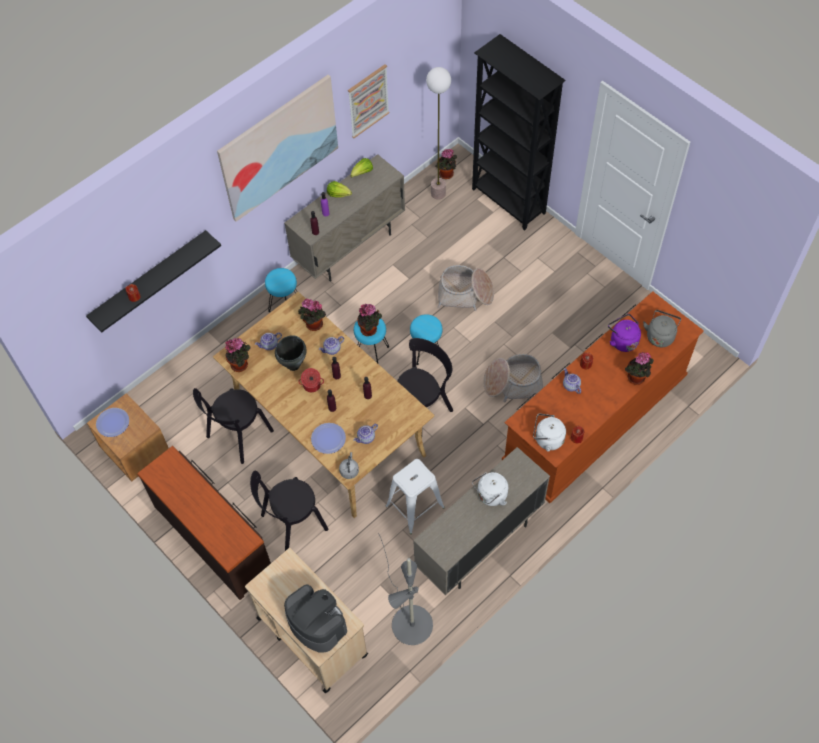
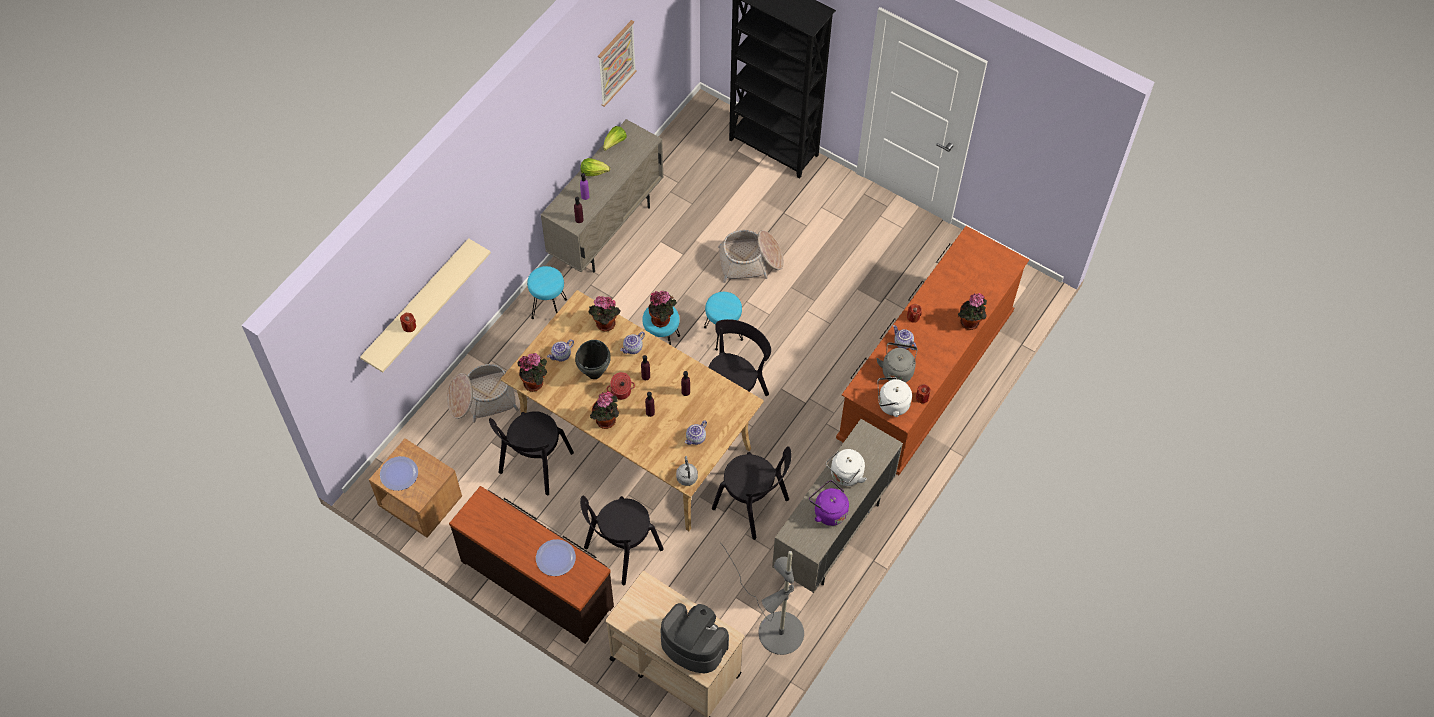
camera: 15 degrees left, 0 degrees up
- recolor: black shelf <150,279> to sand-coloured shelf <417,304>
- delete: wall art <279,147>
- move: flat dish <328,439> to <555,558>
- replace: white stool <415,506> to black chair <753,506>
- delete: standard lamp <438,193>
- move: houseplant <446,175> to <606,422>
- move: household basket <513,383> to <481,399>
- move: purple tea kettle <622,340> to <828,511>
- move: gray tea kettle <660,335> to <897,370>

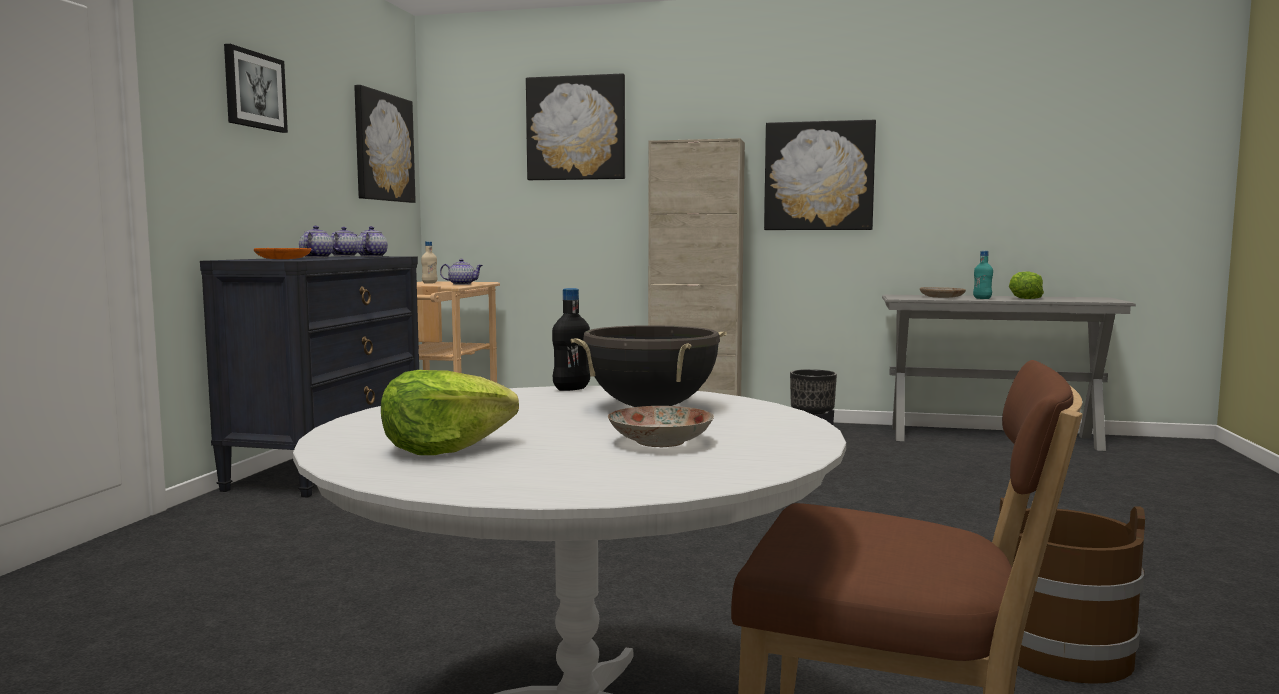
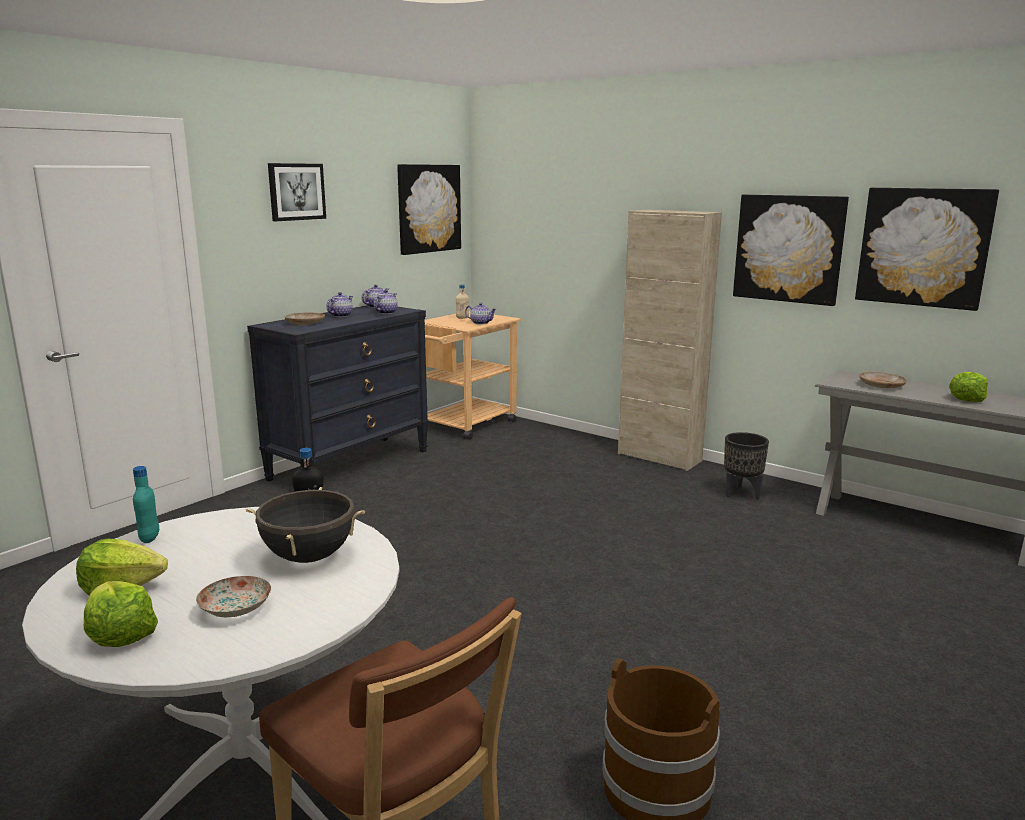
camera: 25 degrees right, 10 degrees up
- recolor: orange flat dish <283,259> to sand-coloured flat dish <305,323>
- move: wall art <576,128> to <923,247>
- move: turquoise drink bottle <982,298> to <149,538>
- insert: head of lettuce <120,634>

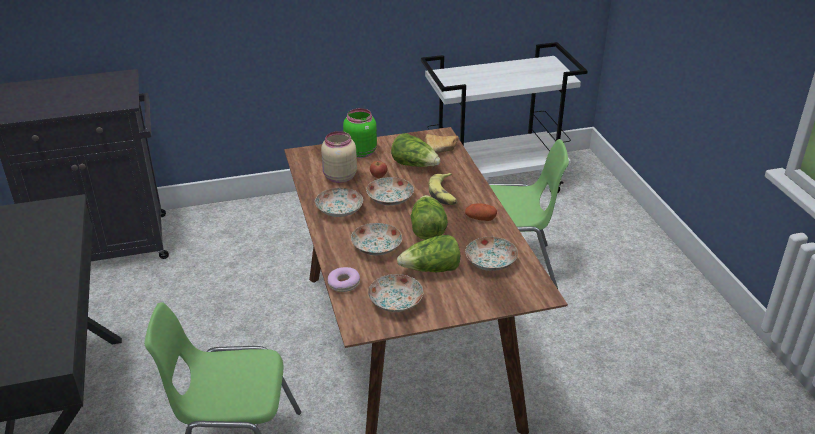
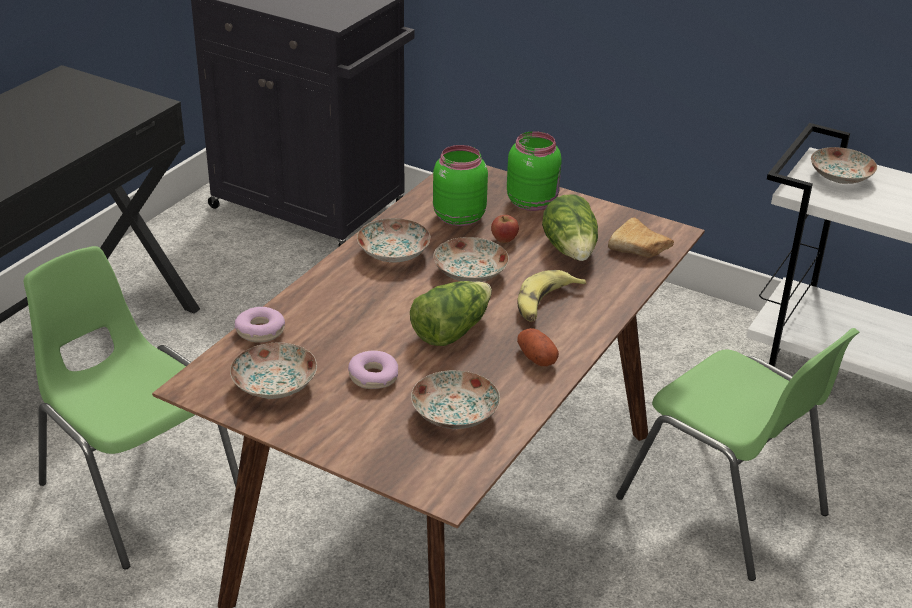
camera: 45 degrees right, 0 degrees up
- recolor: sand-coloured storage jar <339,177> to green-coloured storage jar <457,217>
- move: flat dish <376,248> to <839,176>
- replace: head of lettuce <431,270> to ring doughnut <373,377>

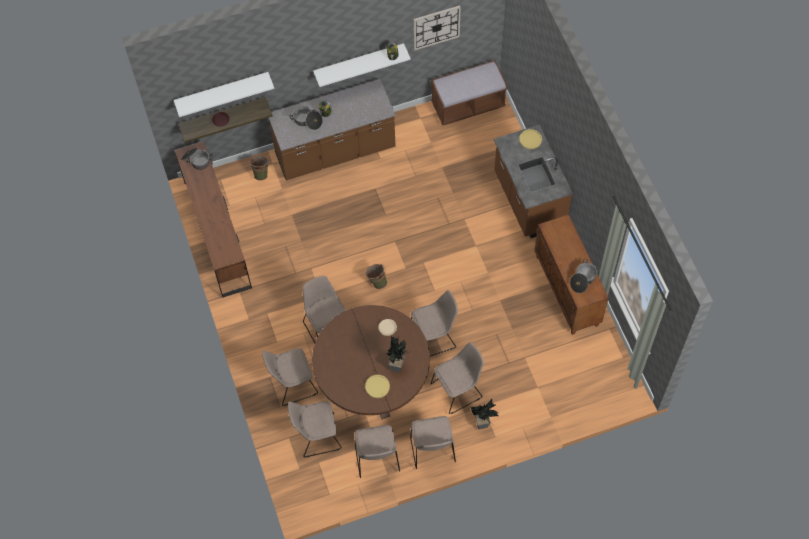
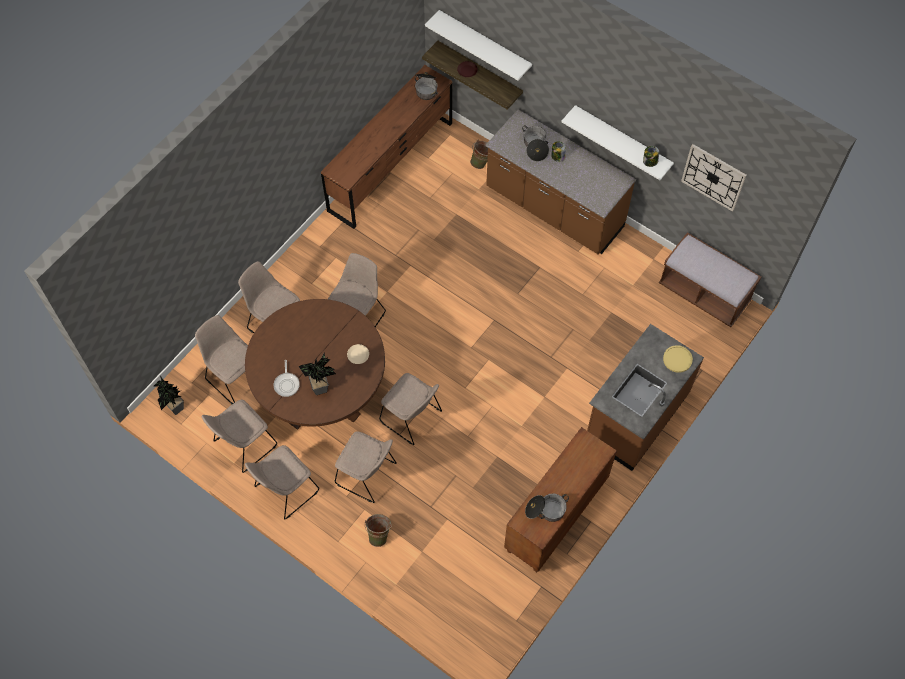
camera: 55 degrees right, 0 degrees up
- move: green-coloured water bucket <377,281> to <379,534>
- replace: yellowish flat dish <377,386> to skillet <287,384>
- move: houseplant <484,424> to <176,410>

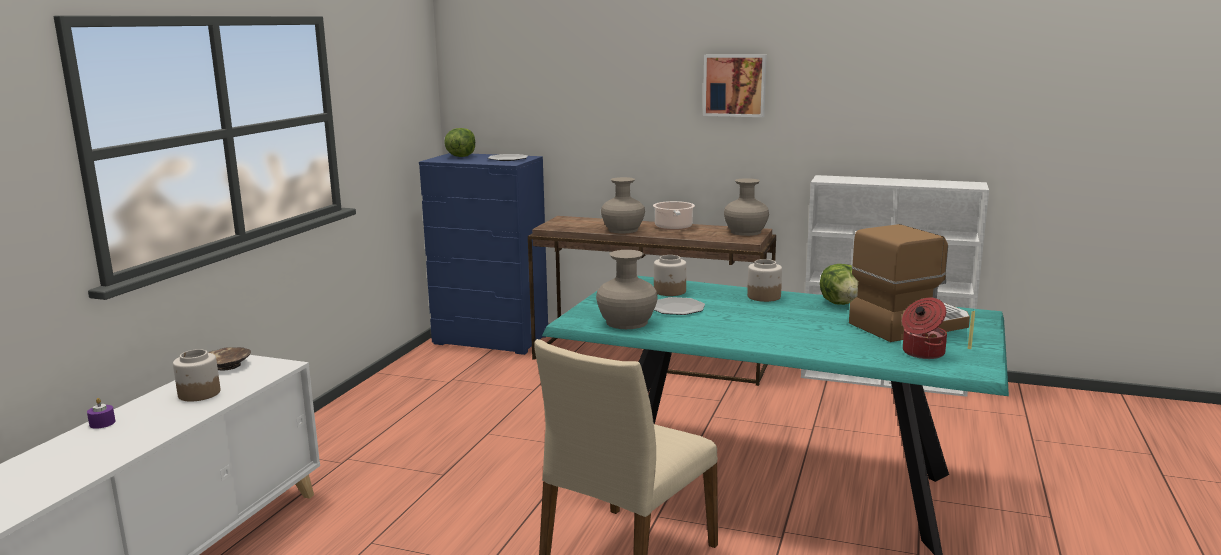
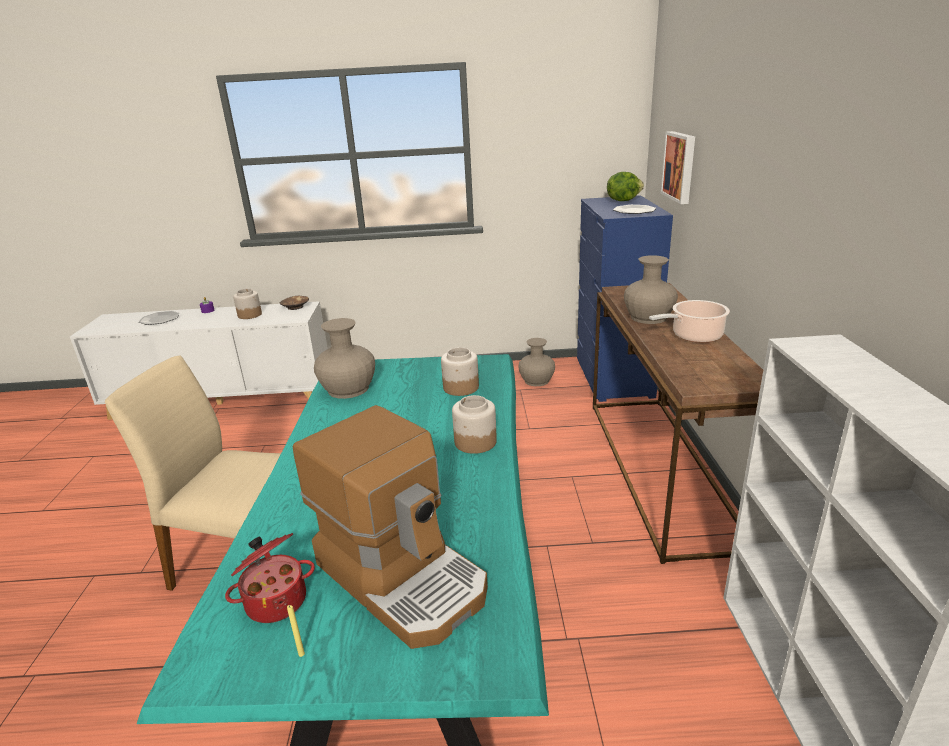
camera: 70 degrees right, 10 degrees up
- move: flat dish <677,308> to <160,319>
- move: wall art <735,85> to <680,166>
- move: sand-coloured vase <745,232> to <536,380>
- delete: head of lettuce <842,303>

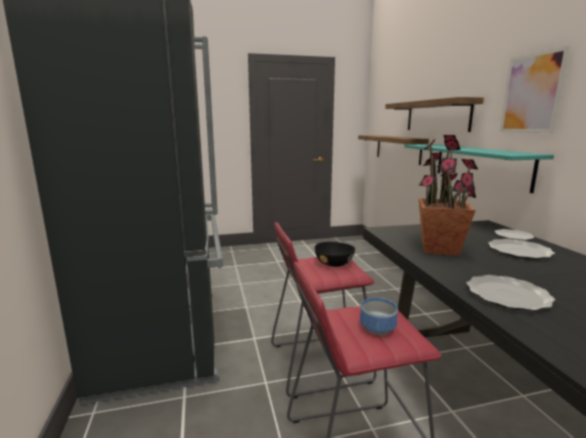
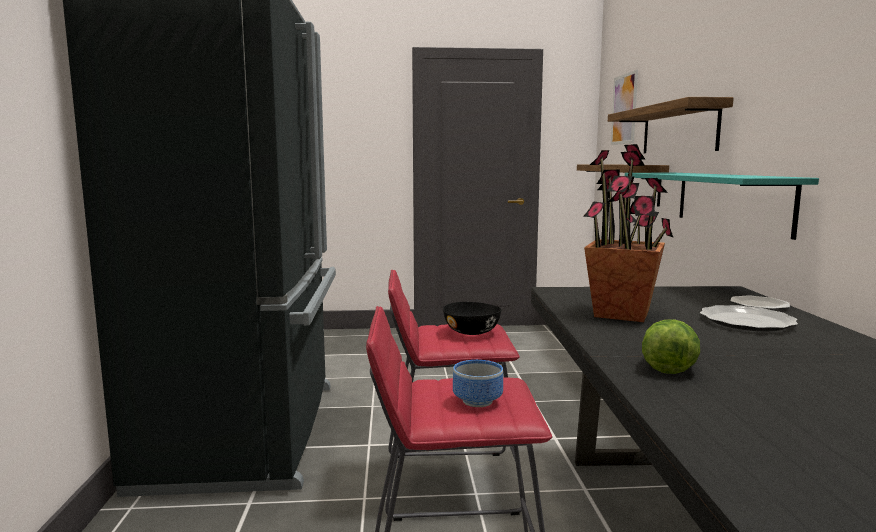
camera: 10 degrees right, 5 degrees down
- replace: flat dish <507,295> to head of lettuce <668,365>
- move: wall art <531,93> to <624,109>

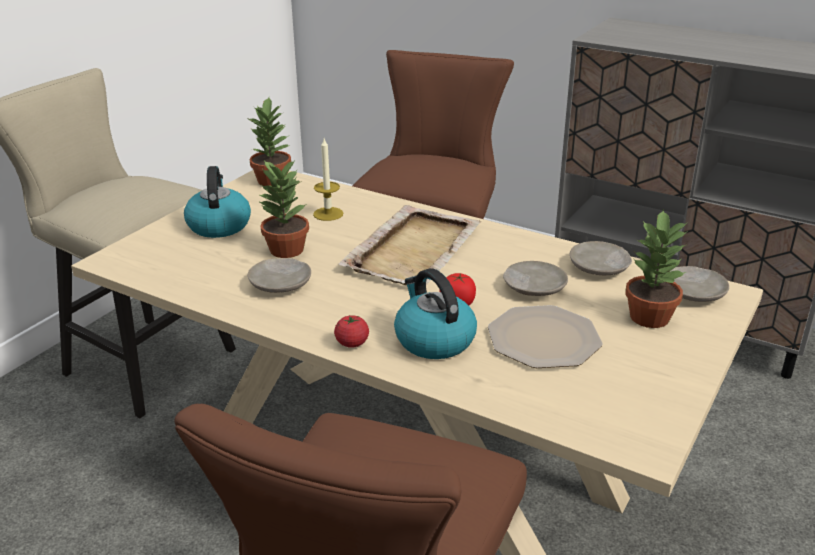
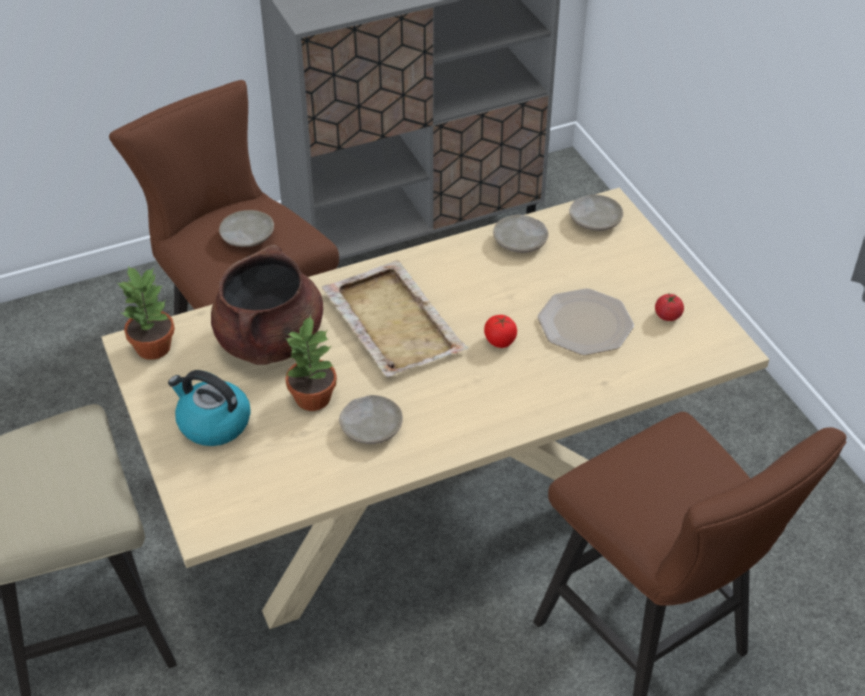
camera: 55 degrees left, 15 degrees up
- replace: candle <328,214> to brownish cooking pot <270,341>
- move: tomato <352,343> to <667,316>
- delete: tea kettle <433,340>
- move: sand-coloured flat dish <534,287> to <247,236>
- delete: houseplant <650,317>

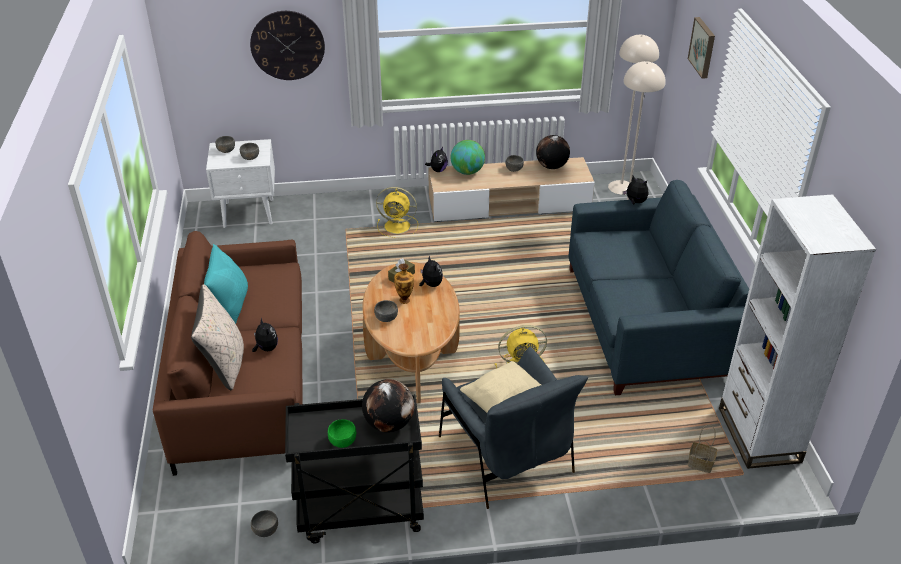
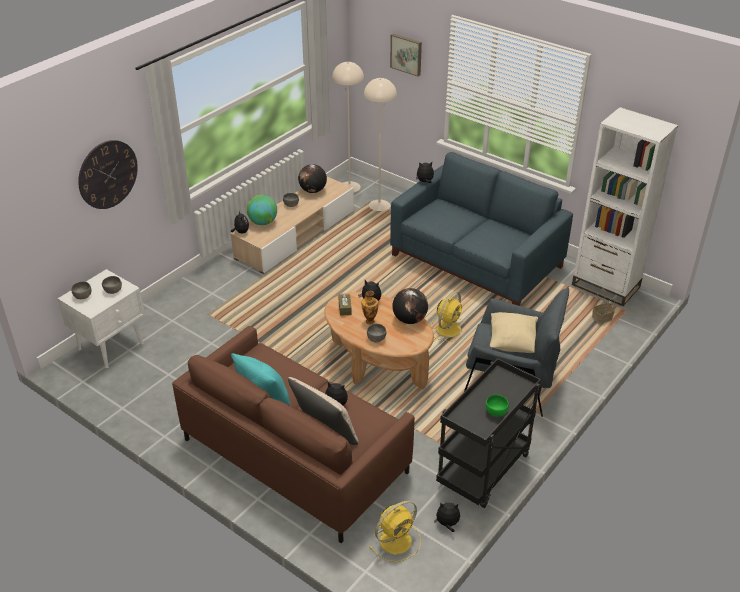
camera: 45 degrees left, 0 degrees up
- replace: gray serving bowl <265,530> to cuddly toy <447,524>
- move: world globe <389,423> to <409,319>
- move: yellowish electric fan <398,226> to <396,540>

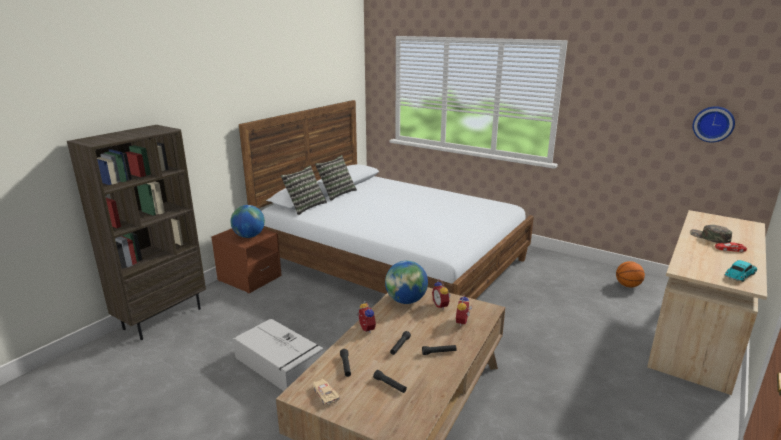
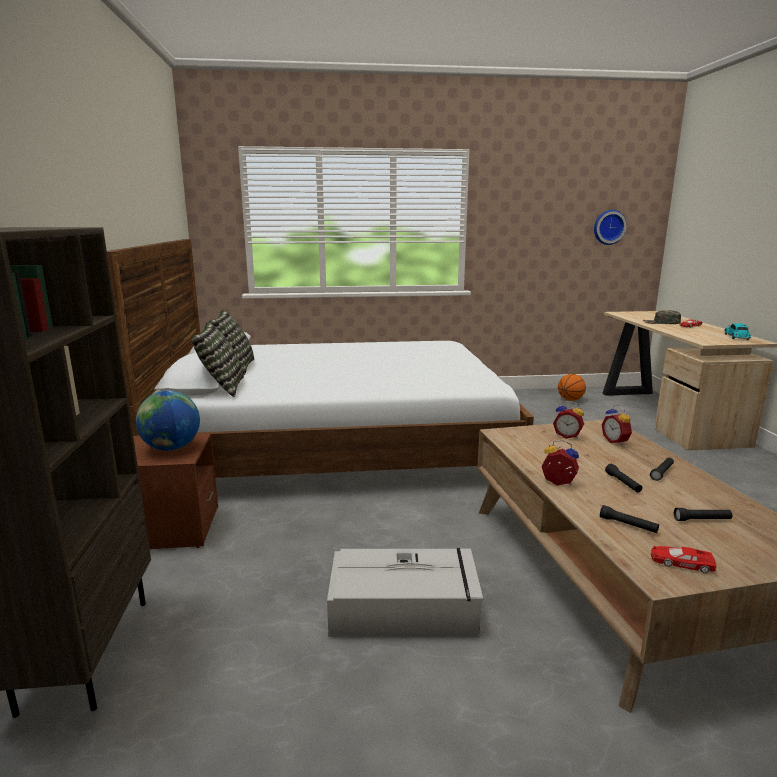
camera: 40 degrees left, 5 degrees down
- recolor: sand-coloured model car <325,394> to reddish model car <681,562>
- delete: world globe <406,301>

